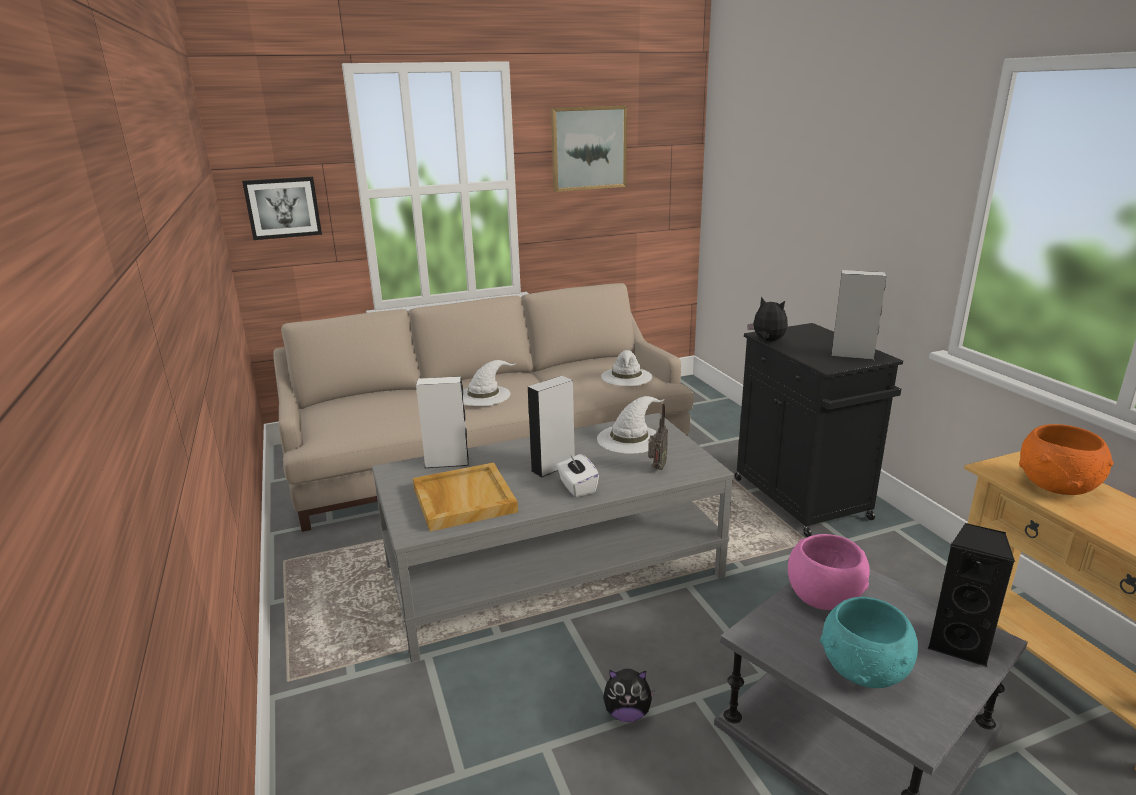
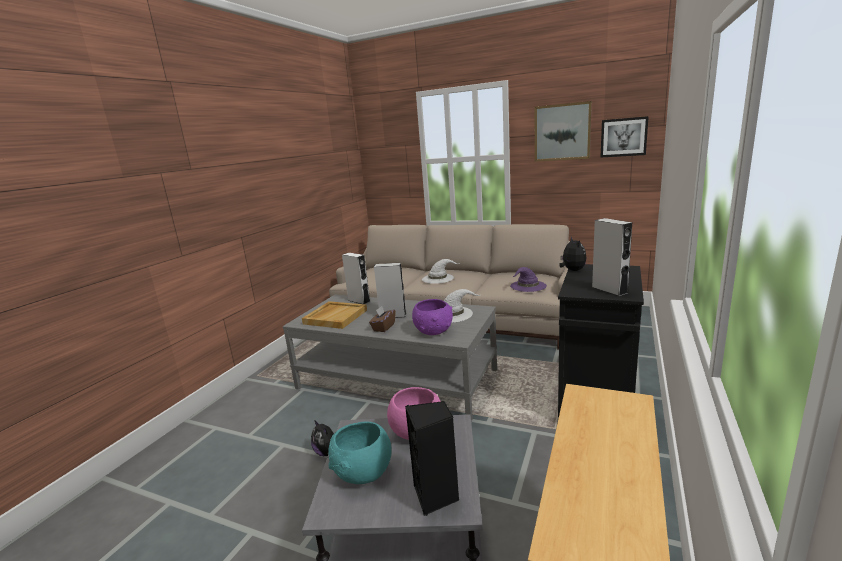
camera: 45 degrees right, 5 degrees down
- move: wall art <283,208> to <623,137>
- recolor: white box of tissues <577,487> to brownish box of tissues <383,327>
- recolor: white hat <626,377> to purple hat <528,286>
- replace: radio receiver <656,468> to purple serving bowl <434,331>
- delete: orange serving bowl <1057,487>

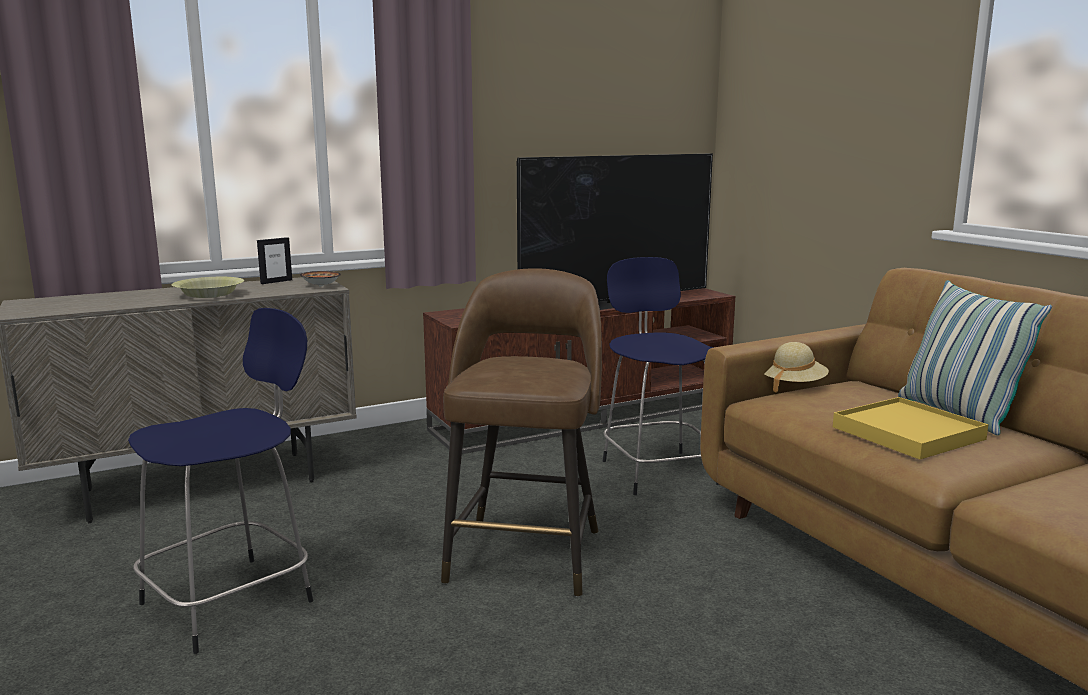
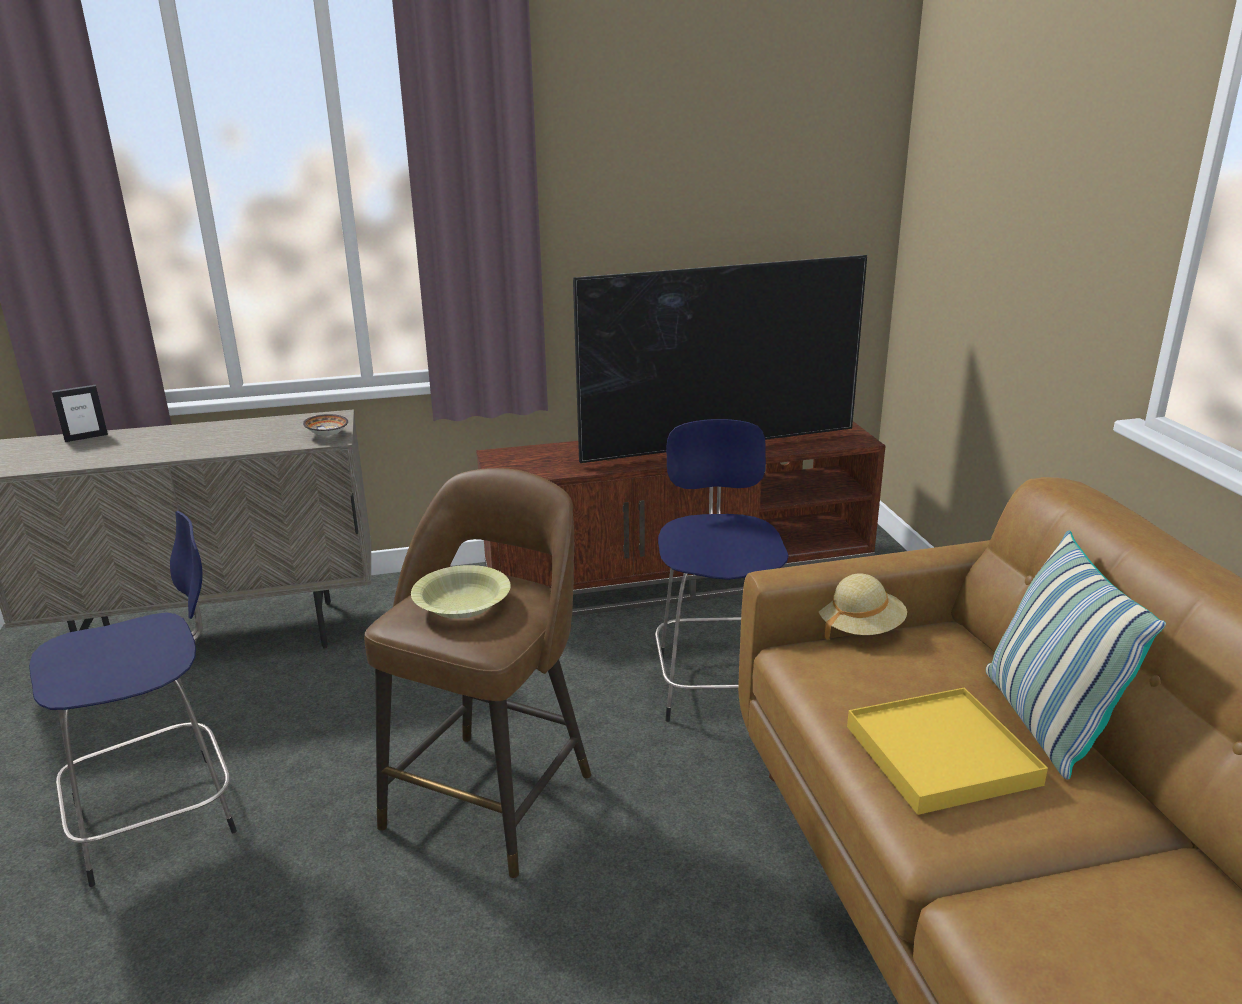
camera: 15 degrees right, 10 degrees up
- move: yellowish serving bowl <209,295> to <462,605>
- move: standing frame <276,281> to <86,437>

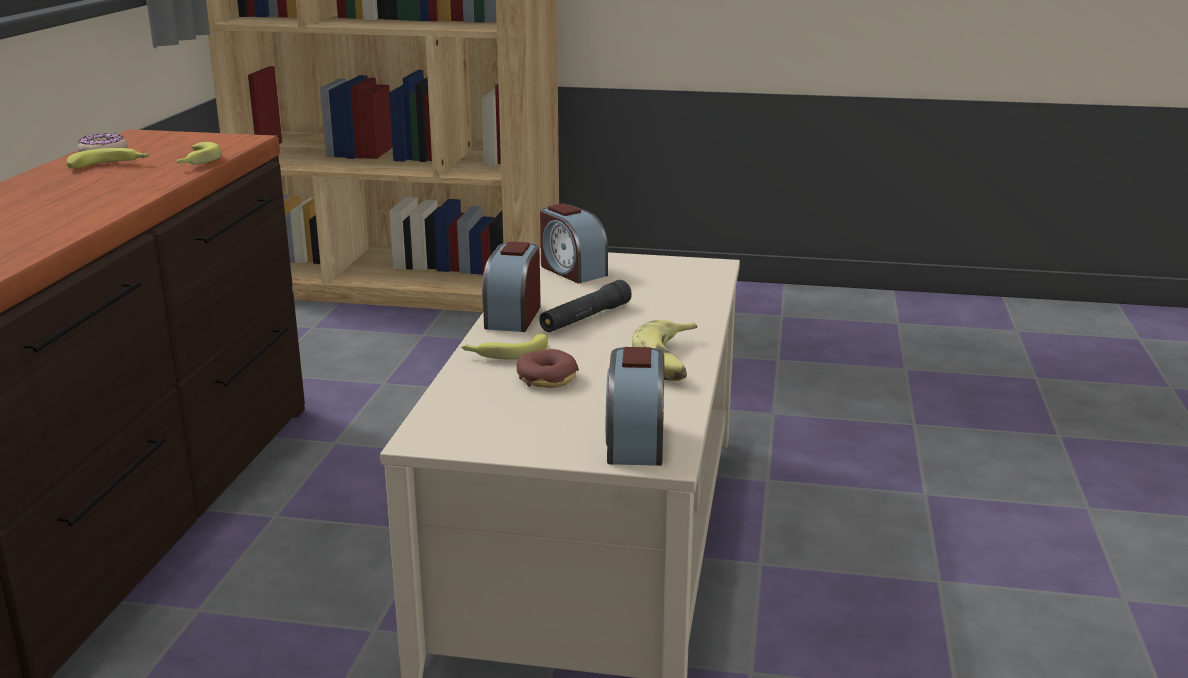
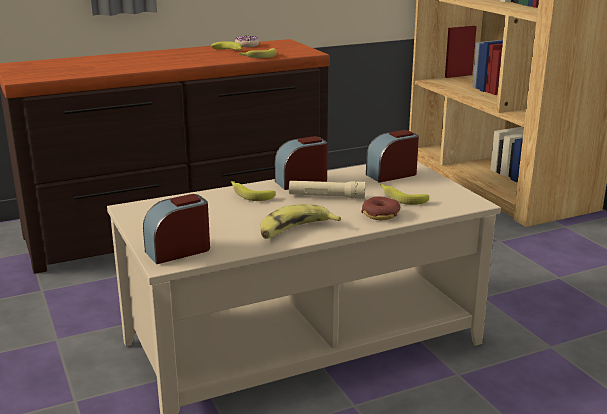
camera: 55 degrees right, 0 degrees up
- move: ring doughnut <547,378> to <381,214>
- recolor: black torch <585,318> to sand-coloured torch <326,196>
- rotate: alarm clock <571,270> = <392,174> 45 degrees clockwise
- insert: banana <401,198>

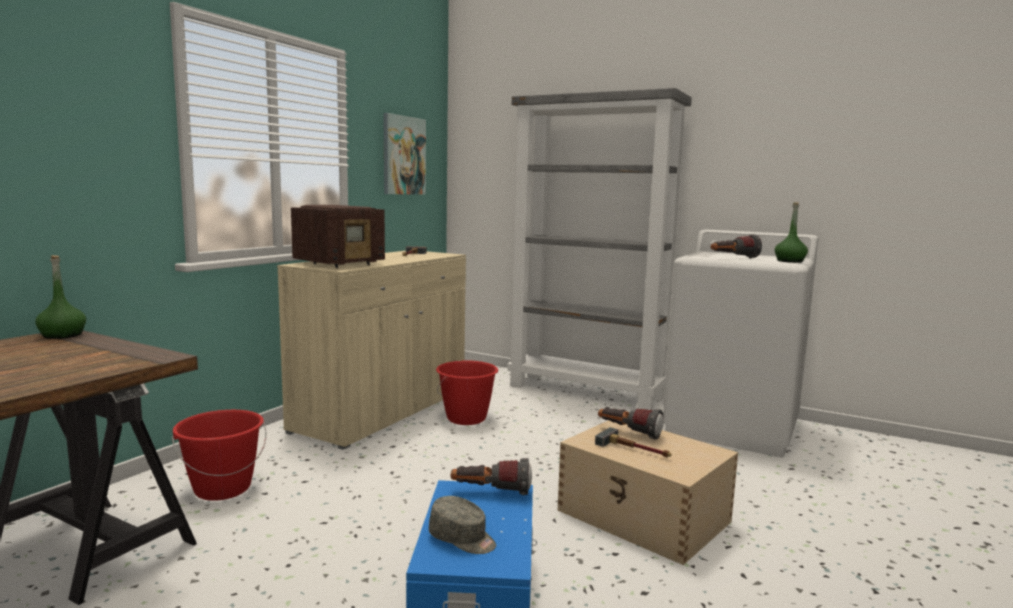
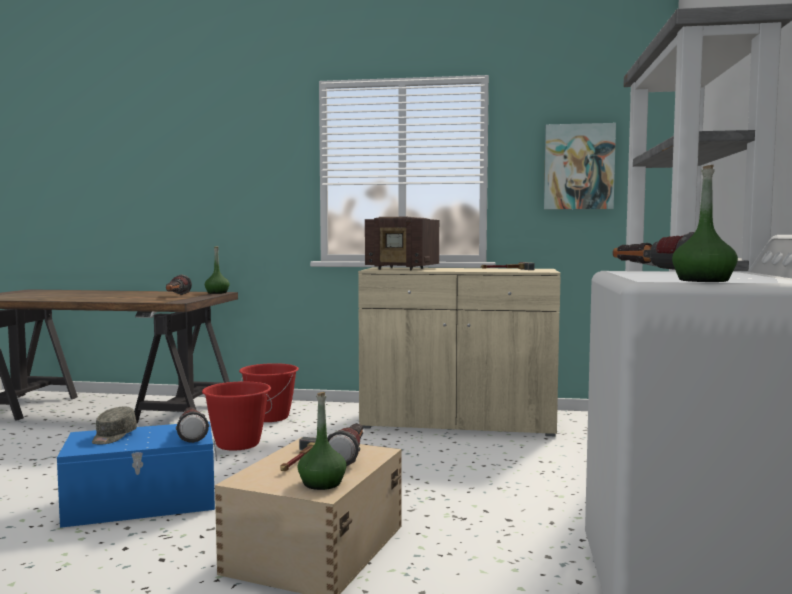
camera: 70 degrees right, 5 degrees down
- move: reddish water bucket <466,418> to <237,444>
- insert: torch <176,296>
- insert: green-coloured drink bottle <322,483>

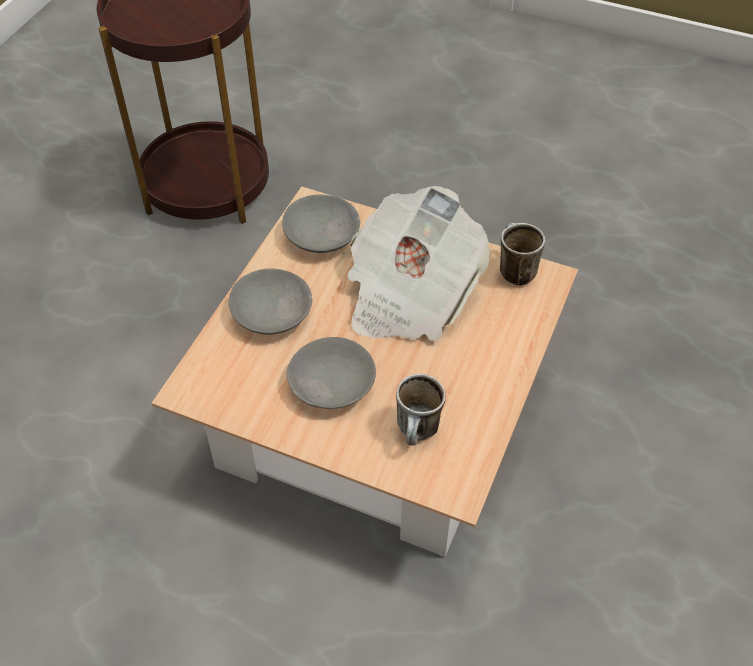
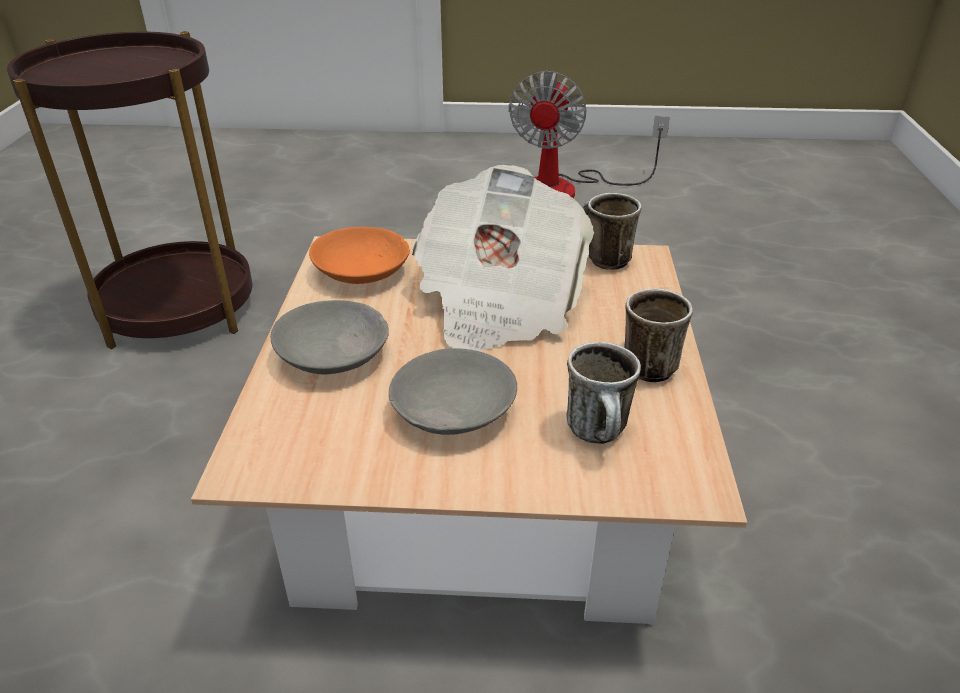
camera: 20 degrees left, 15 degrees down
- recolor: gray serving bowl <323,236> to orange serving bowl <363,271>
- insert: electric fan <566,189>
- insert: mug <644,363>

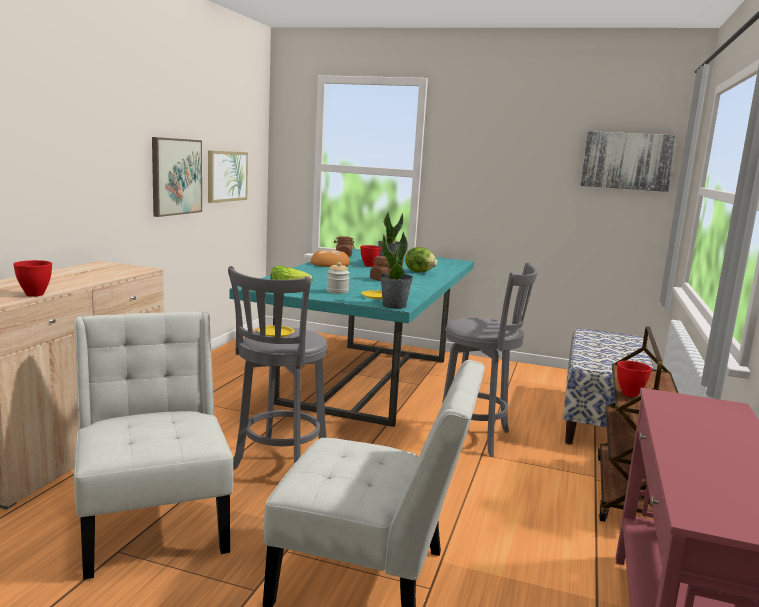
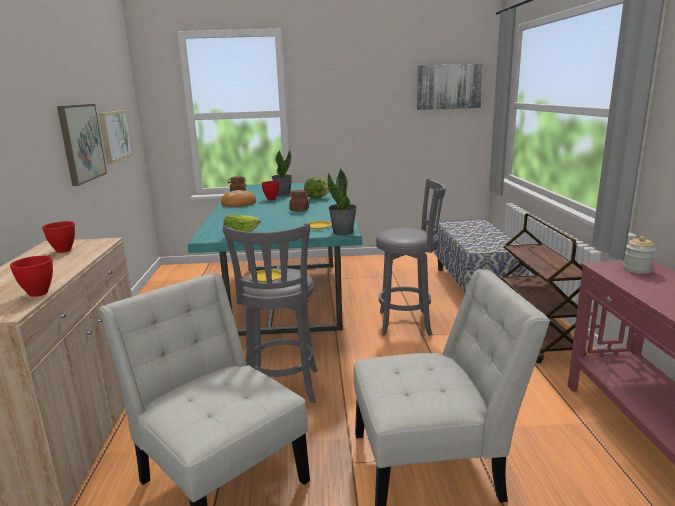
camera: 20 degrees left, 5 degrees up
- move: storage jar <337,291> to <637,269>
- move: reddish serving bowl <629,394> to <62,251>

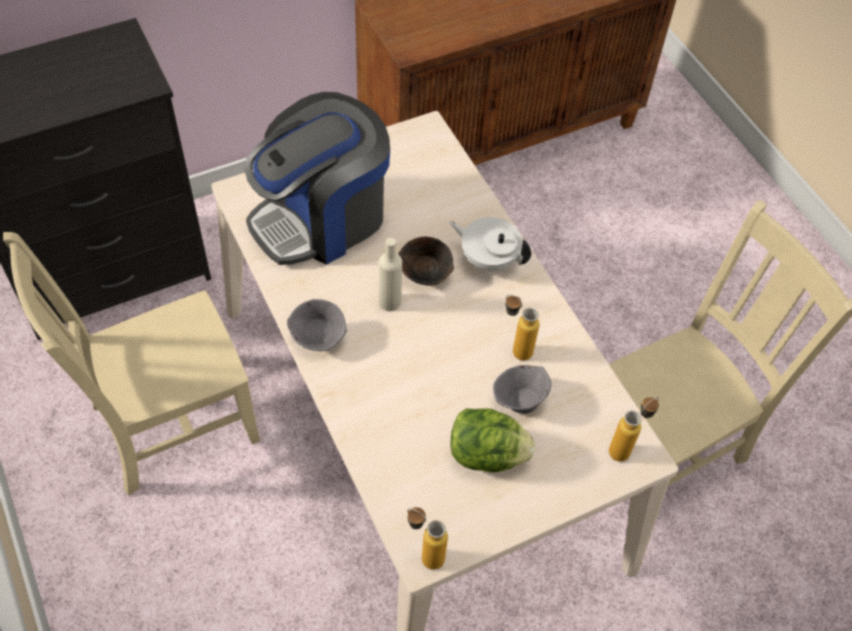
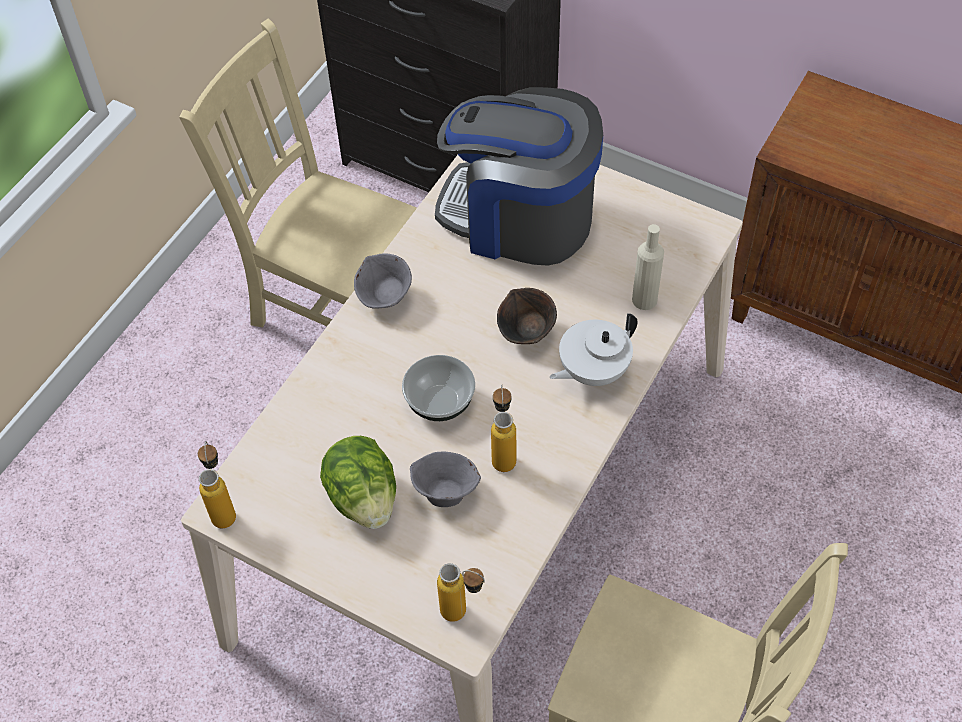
camera: 60 degrees right, 0 degrees up
- move: sand-coloured drink bottle <389,302> to <644,299>
- rotate: white tea pot <488,259> = <592,371> 120 degrees counterclockwise
- insert: serving bowl <440,402>

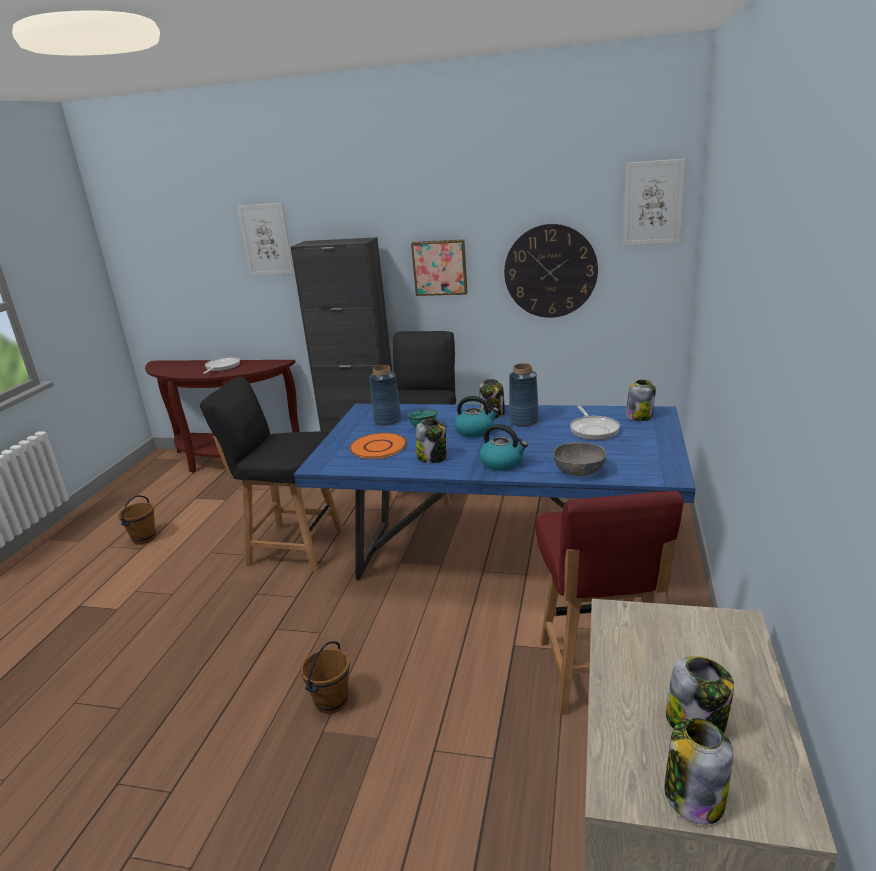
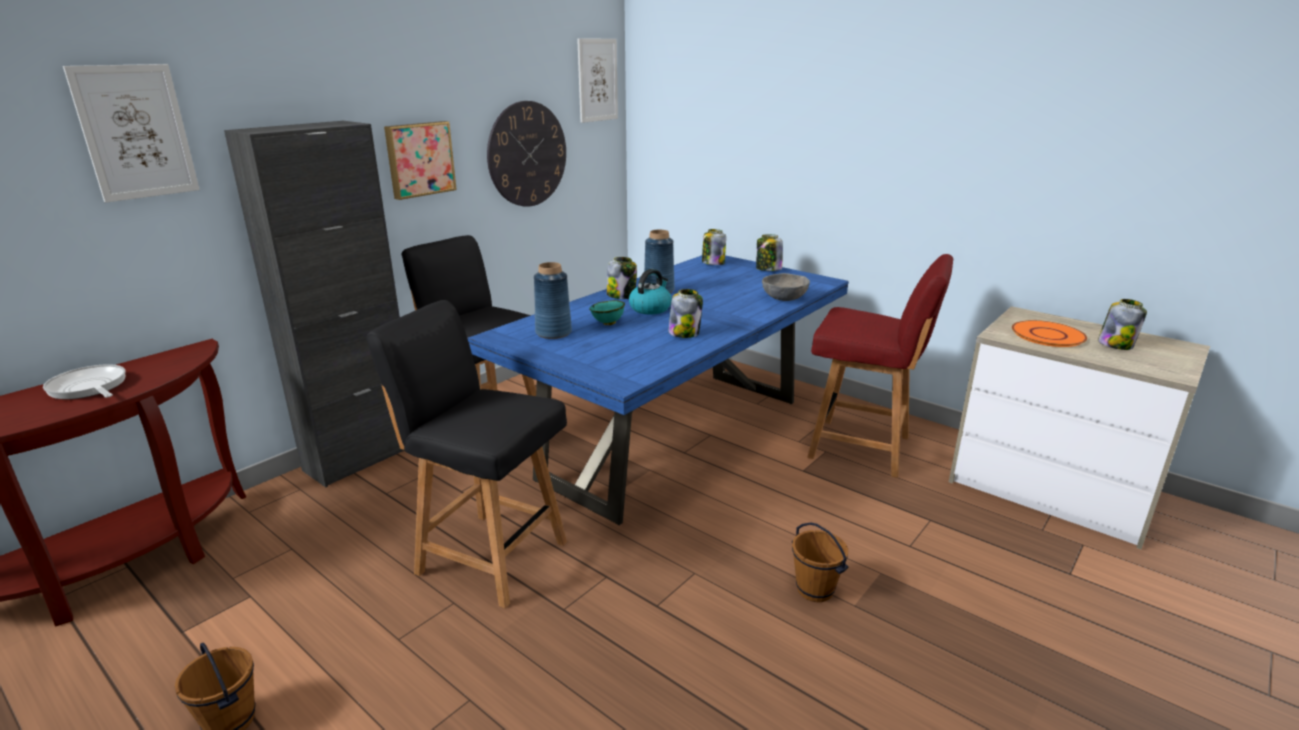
camera: 65 degrees left, 0 degrees up
- rotate: black chair <293,547> = <489,556> 75 degrees clockwise
- move: orange flat dish <378,447> to <1048,335>
- delete: tea kettle <503,463>
- delete: skillet <593,430>
- move: storage jar <693,796> to <768,269>

